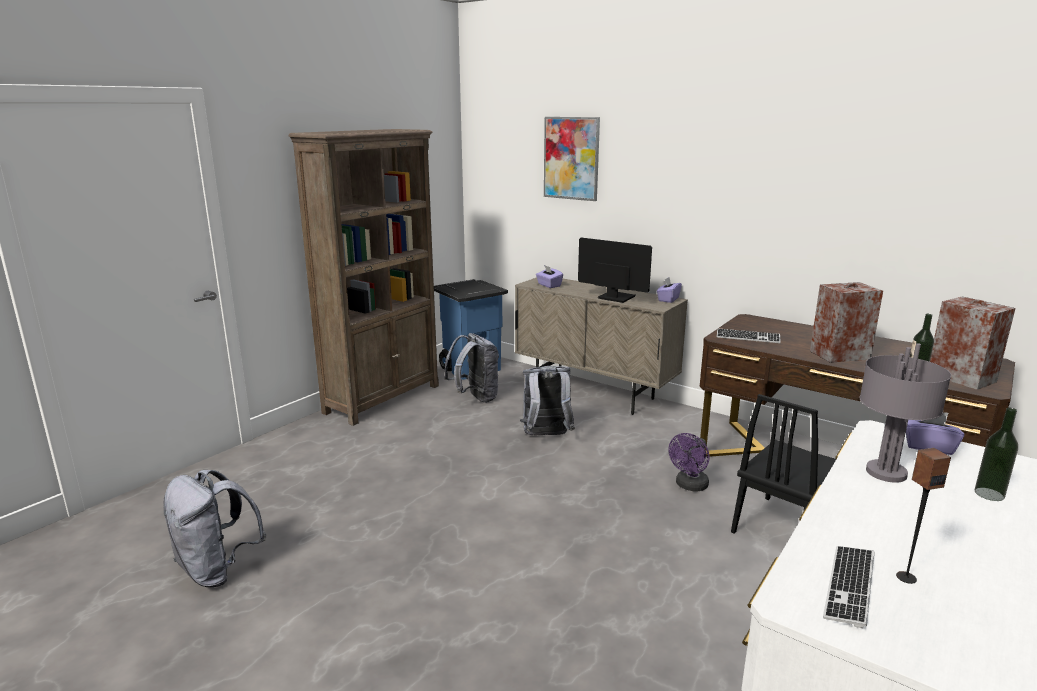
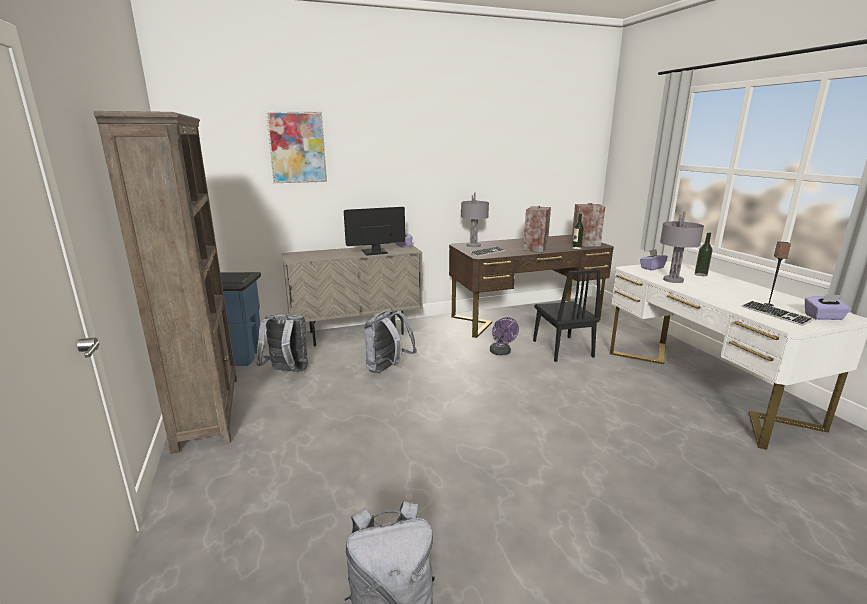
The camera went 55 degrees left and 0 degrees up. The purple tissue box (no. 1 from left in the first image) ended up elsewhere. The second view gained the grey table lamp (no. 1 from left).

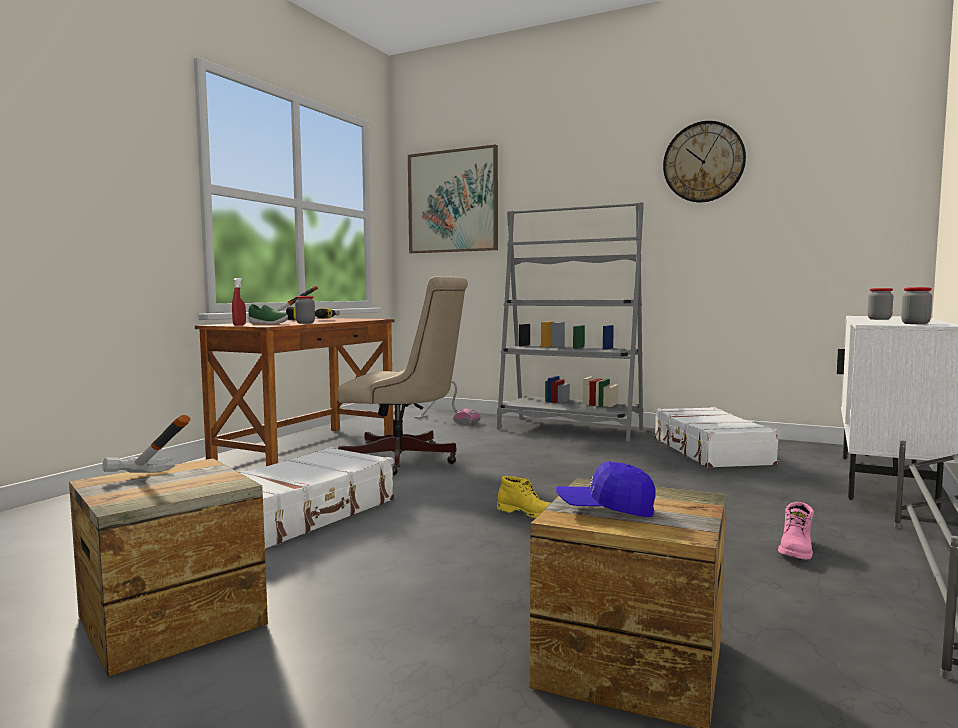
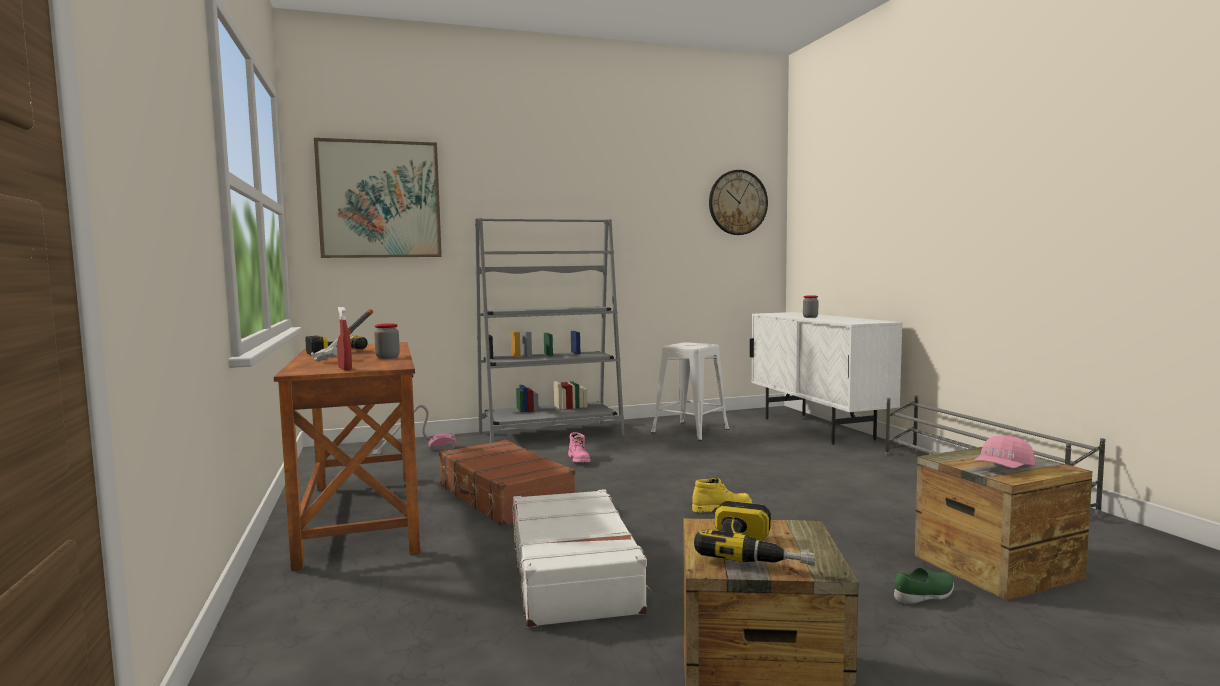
The camera went 45 degrees left and 0 degrees up. The wall clock ended up elsewhere. Where the beige office chair stood, the brown suitcase came to stand. The second view lost the jar (no. 3 from left). The green shoe ended up elsewhere. Where the white suitcase (no. 2 from left) stood, the white stool came to stand. Where the hammer (no. 1 from left) stood, the power drill (no. 2 from left) came to stand. What was the blue cap turned into the pink cap. The pink boot ended up elsewhere.

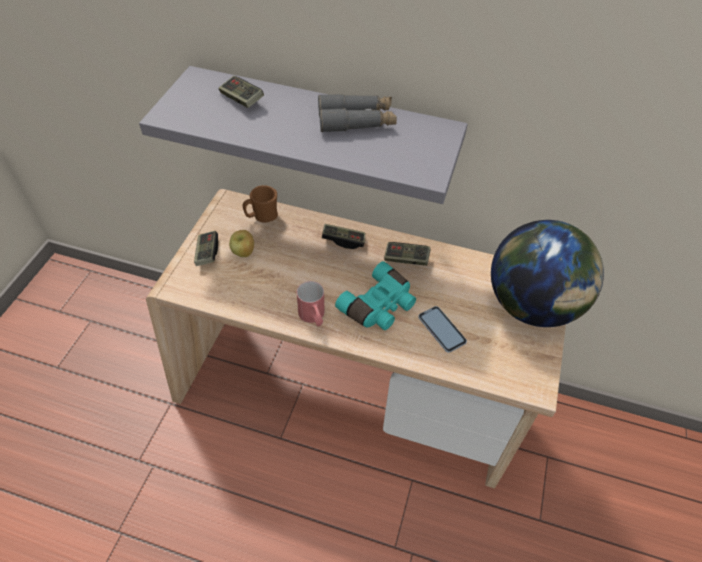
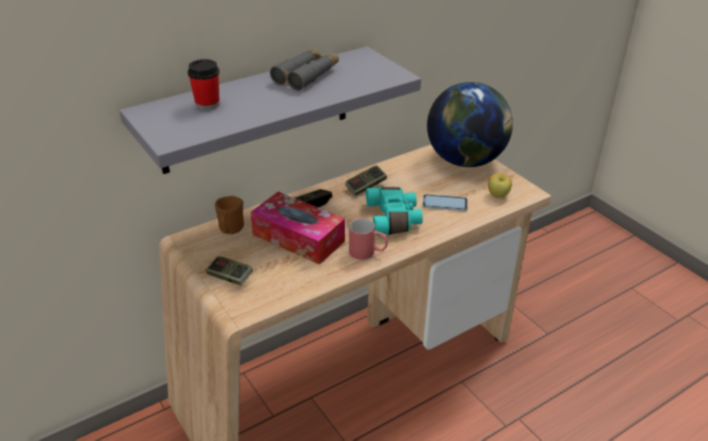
The camera went 50 degrees left and 15 degrees down. Where the game controller (no. 2 from left) stood, the cup came to stand. The apple ended up elsewhere. The second view gained the tissue box.

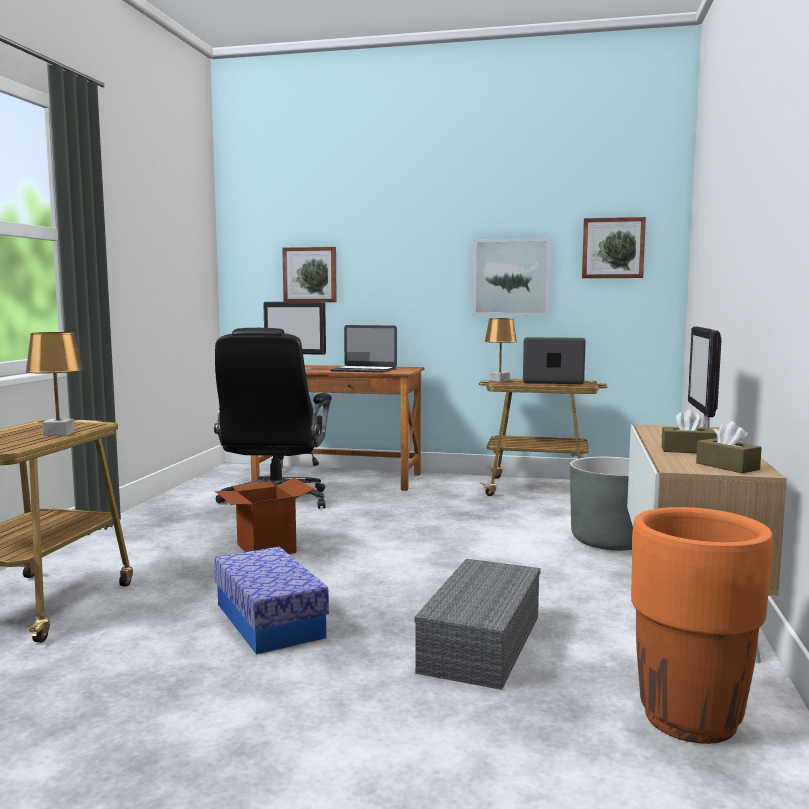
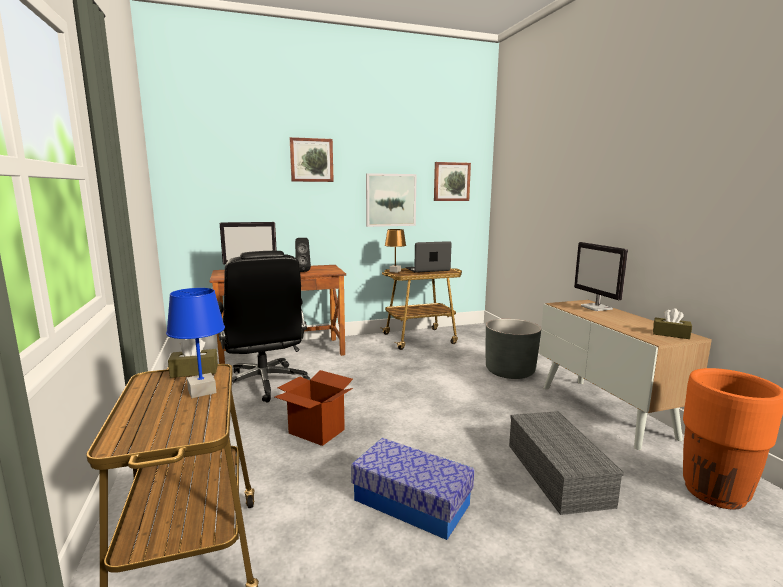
The camera went 30 degrees left and 5 degrees up. The picture (no. 1 from left) ended up elsewhere. Where the laptop (no. 1 from left) stood, the black speaker came to stand. What was the brown table lamp (no. 1 from left) turned into the blue table lamp. The brown tissue box (no. 1 from left) ended up elsewhere.

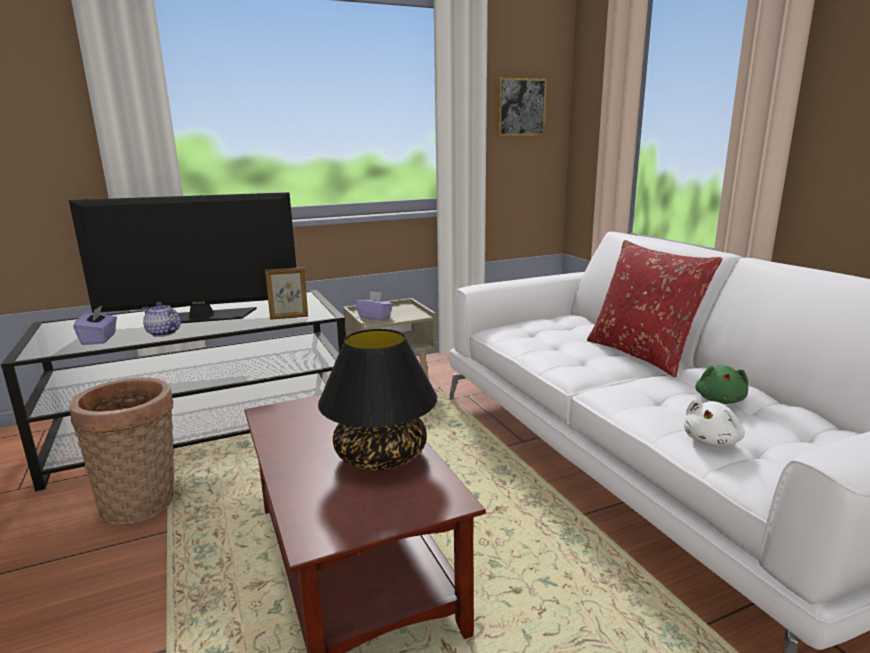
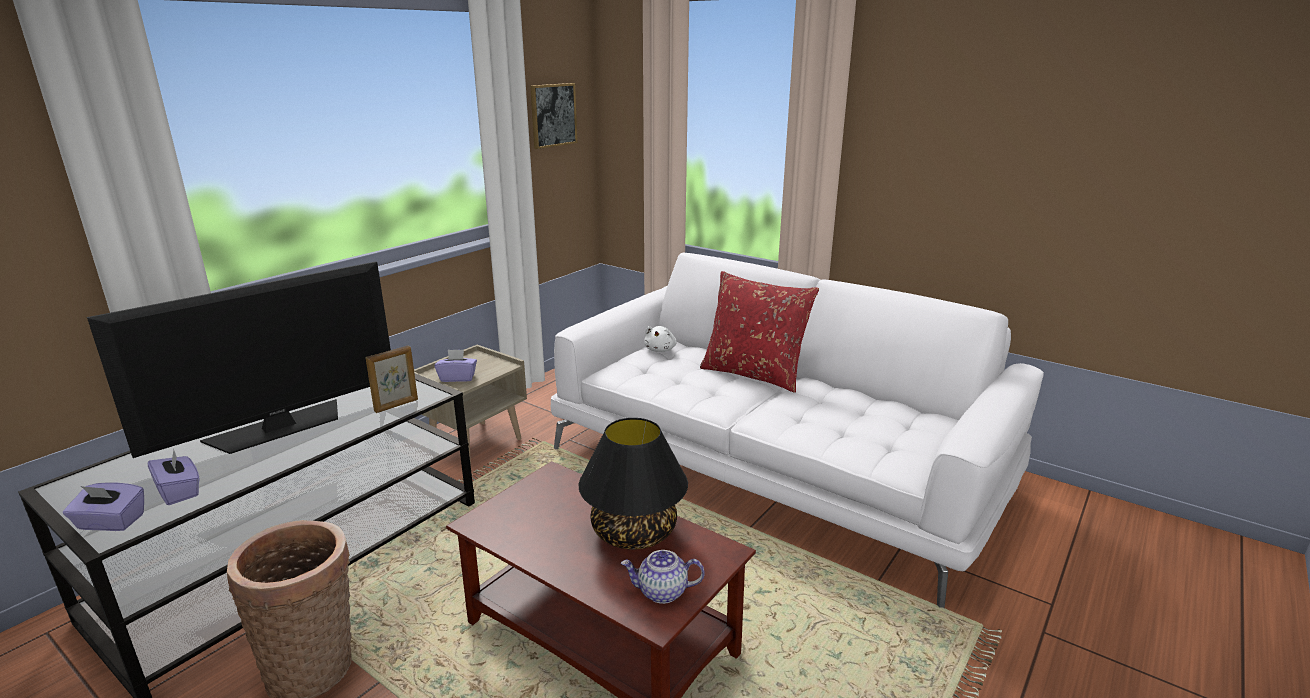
The camera went 30 degrees left and 5 degrees up. The teapot ended up elsewhere. The second view lost the green plush toy. The white plush toy ended up elsewhere. The second view gained the purple tissue box (no. 1 from left).

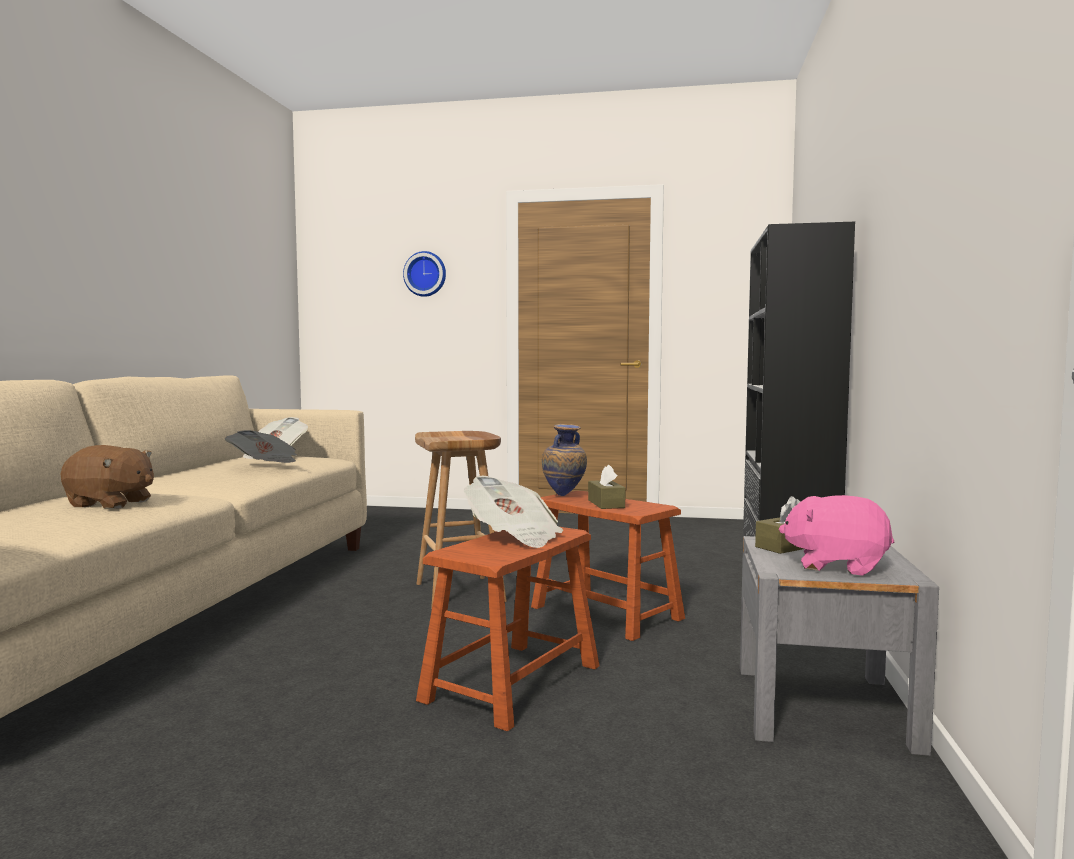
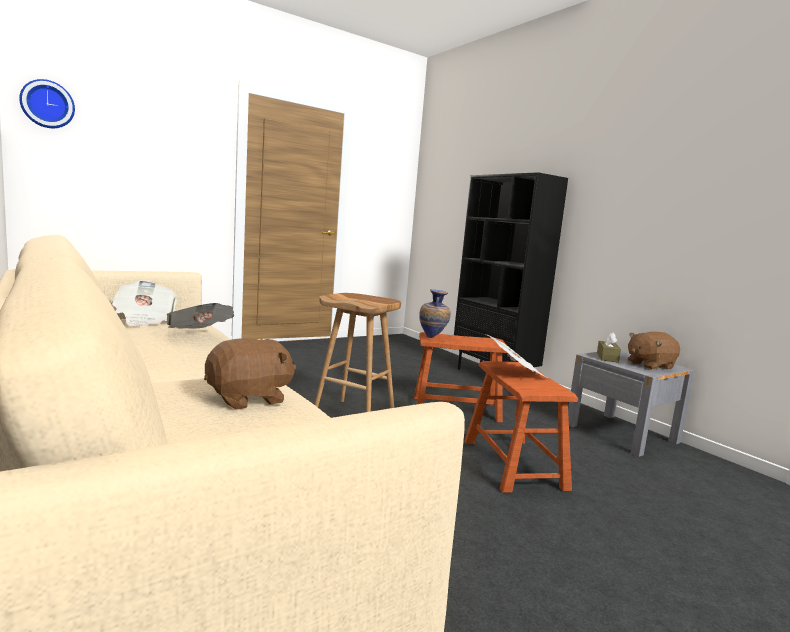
The camera went 45 degrees left and 5 degrees up. The wall clock ended up elsewhere. The second view lost the brown tissue box (no. 1 from left). What was the pink plush toy turned into the brown plush toy (no. 2 from left).

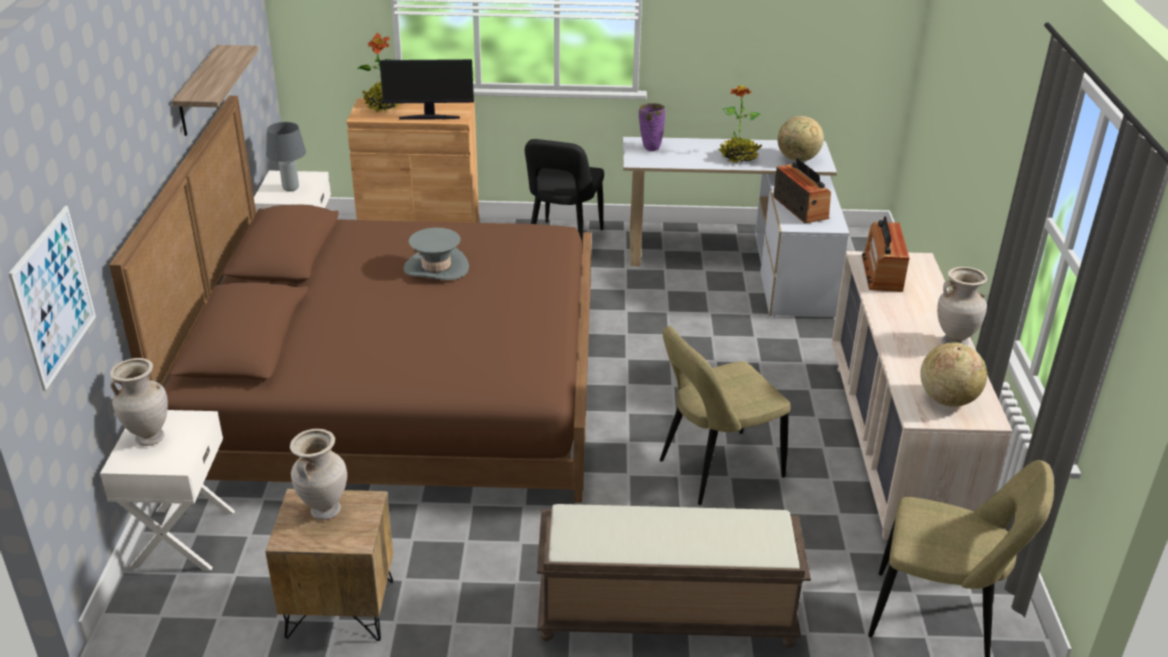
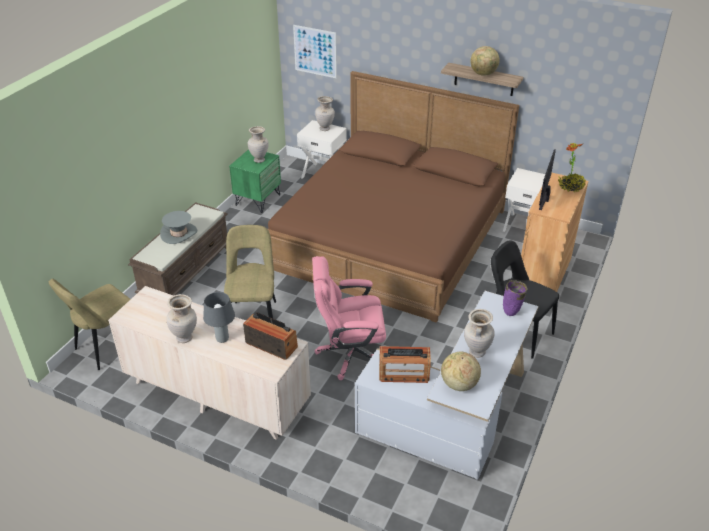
The camera went 115 degrees right and 5 degrees up. Where the potted plant (no. 2 from left) stood, the beige vase (no. 4 from left) came to stand. The grey table lamp ended up elsewhere. The grey hat ended up elsewhere. The globe (no. 2 from left) ended up elsewhere. What was the brown nightstand turned into the green nightstand. The second view gained the pink office chair.

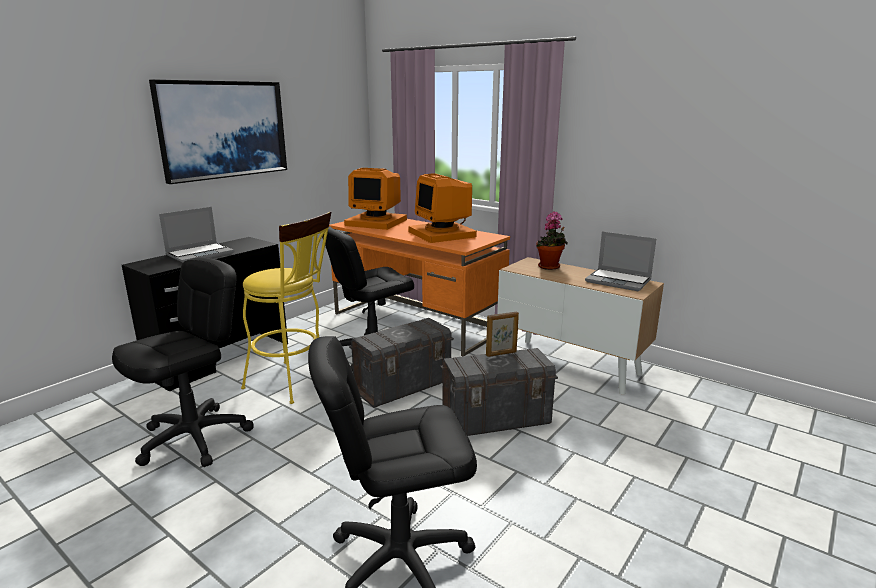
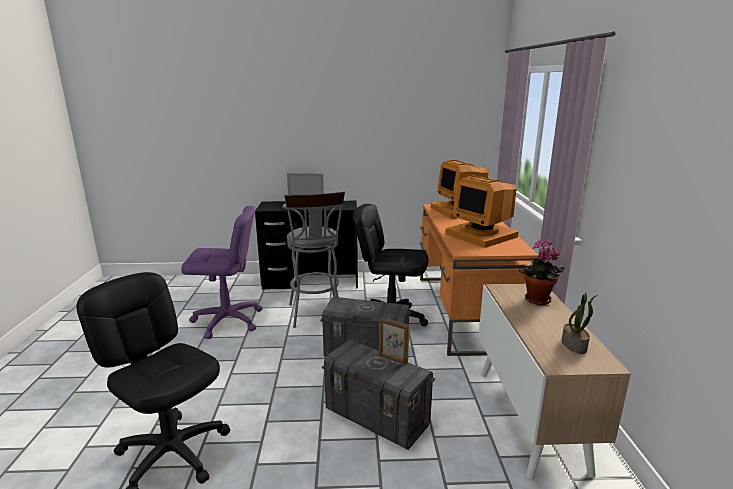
The camera went 50 degrees right and 0 degrees up. The second view lost the picture. The monitor (no. 2 from left) ended up facing another way, 60 degrees counterclockwise from before. What was the yellow stool turned into the grey stool. Where the laptop (no. 2 from left) stood, the potted plant (no. 2 from left) came to stand. What was the black office chair (no. 1 from left) turned into the purple office chair.

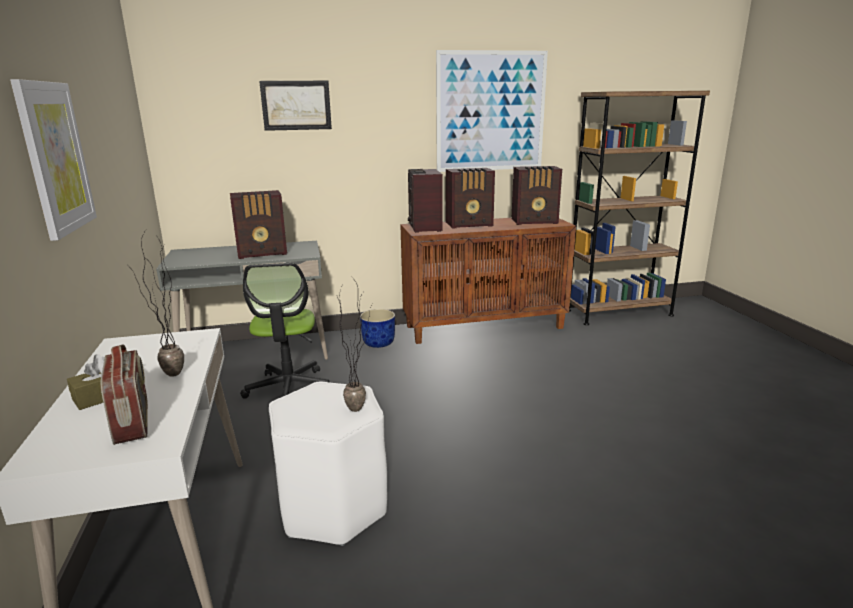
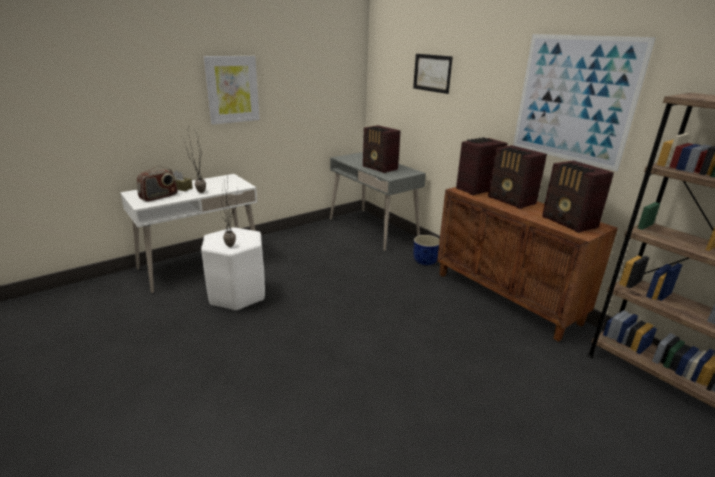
The camera went 65 degrees right and 5 degrees up. The second view lost the office chair.

